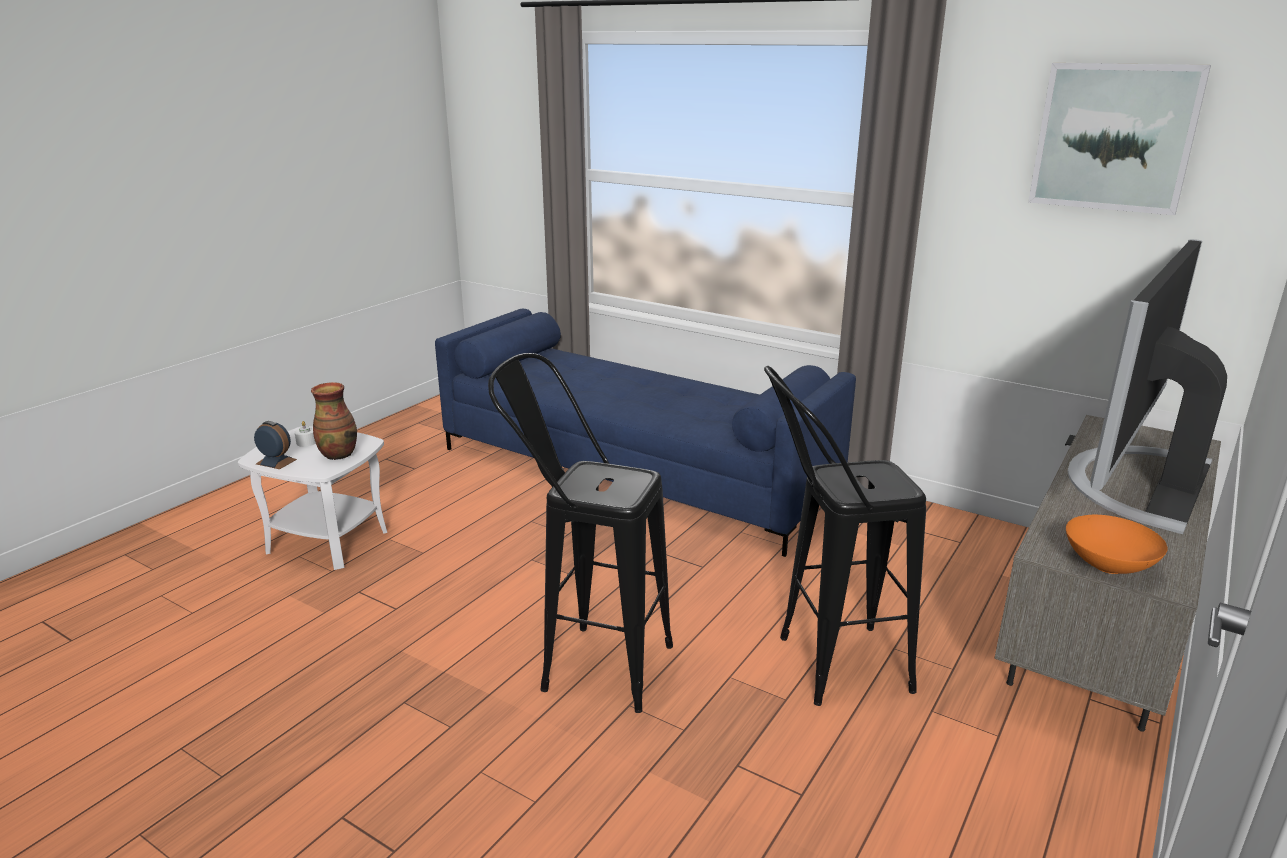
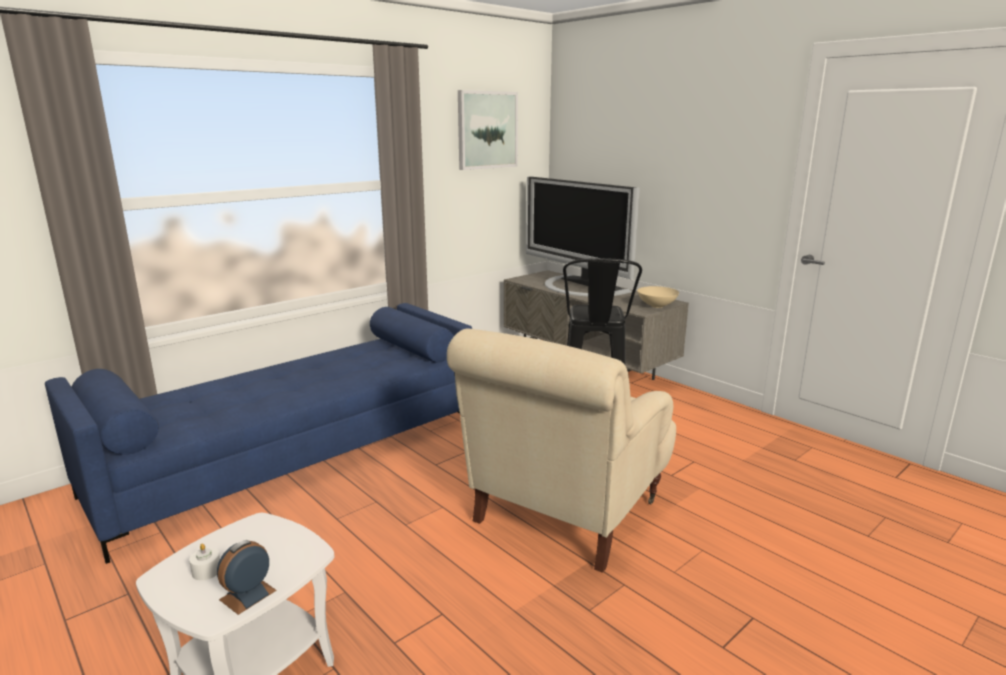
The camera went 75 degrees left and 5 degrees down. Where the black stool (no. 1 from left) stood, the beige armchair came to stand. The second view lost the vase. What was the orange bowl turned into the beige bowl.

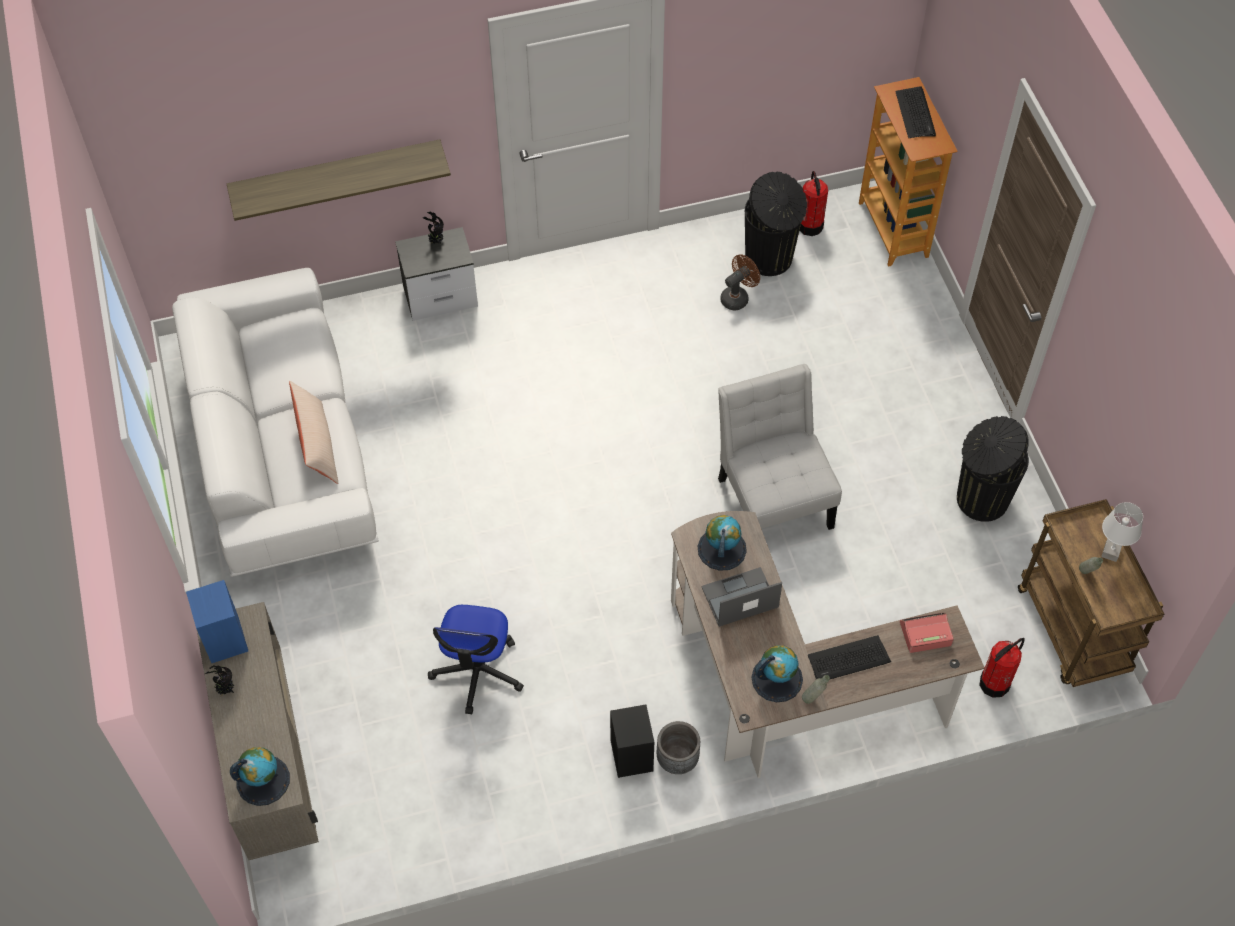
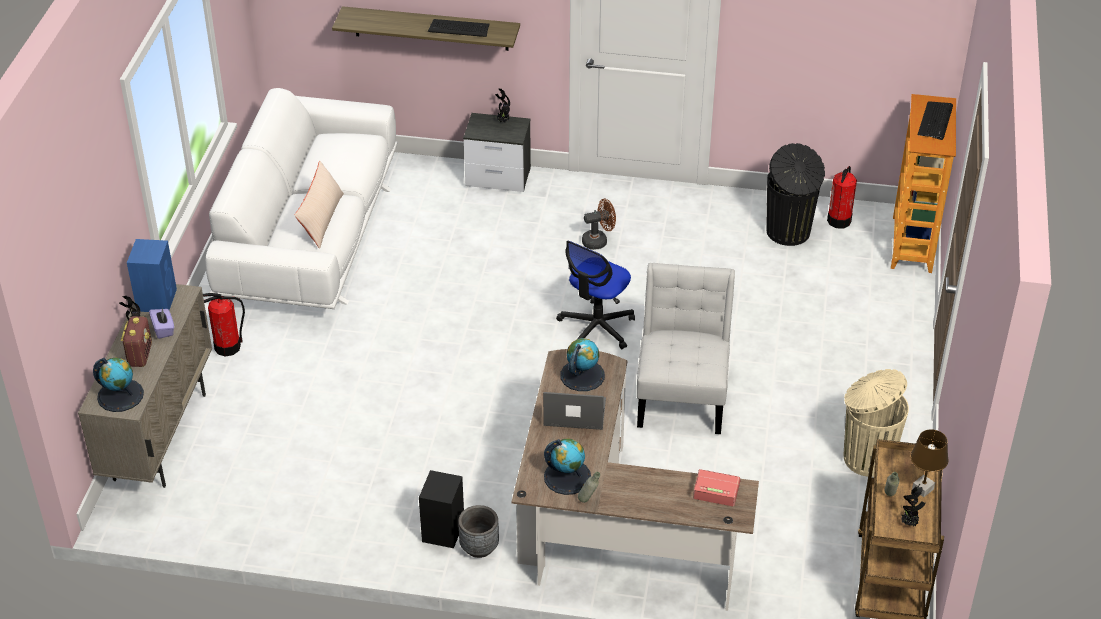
The camera went 25 degrees right and 15 degrees down. The brown fan ended up elsewhere. What was the black trash can (no. 2 from left) turned into the beige trash can. What was the white table lamp turned into the brown table lamp. The office chair ended up elsewhere. The keyboard (no. 1 from left) ended up elsewhere. The fire extinguisher (no. 2 from left in the first image) ended up elsewhere. The second view gained the purple tissue box. The second view gained the radio. The second view gained the potted plant (no. 3 from left).

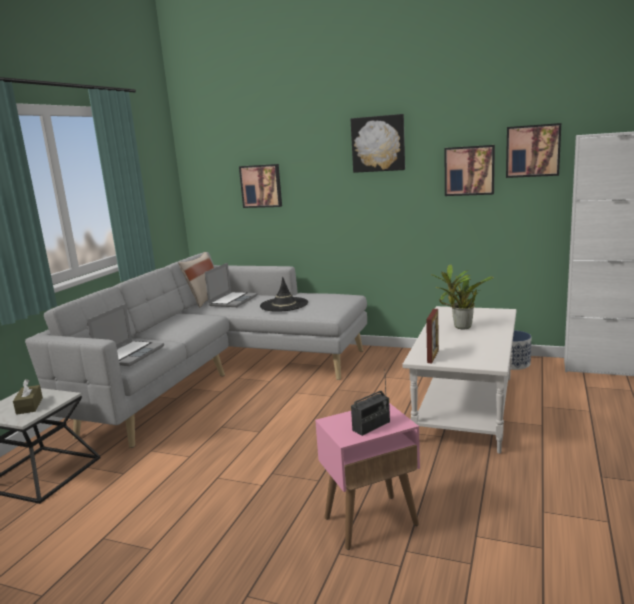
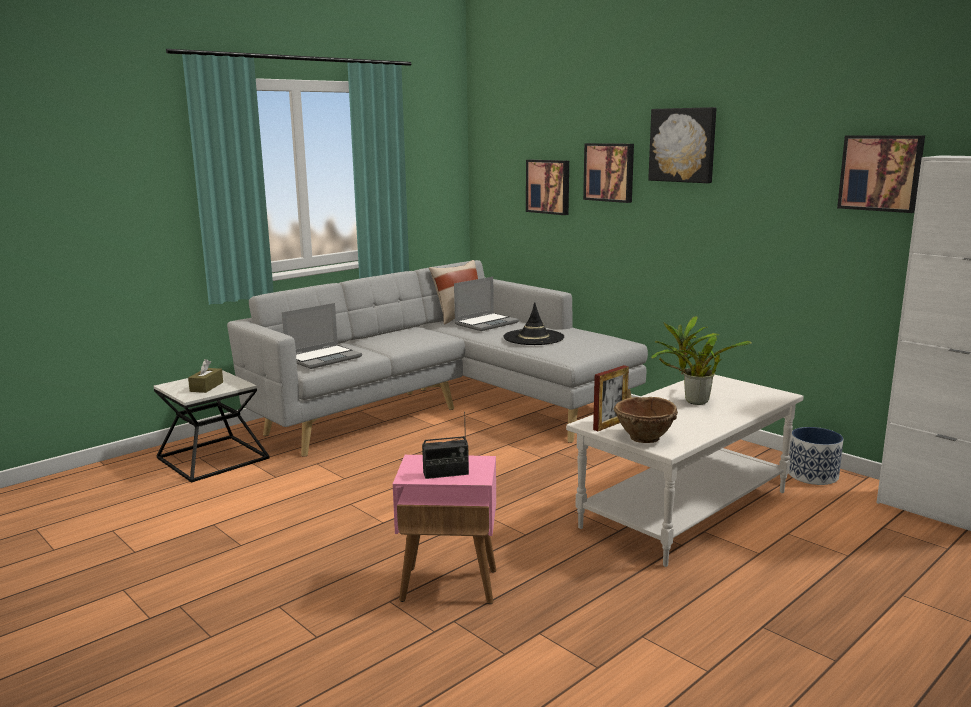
The camera went 25 degrees right and 0 degrees up. The picture (no. 3 from left in the first image) ended up elsewhere. The second view gained the brown bowl.

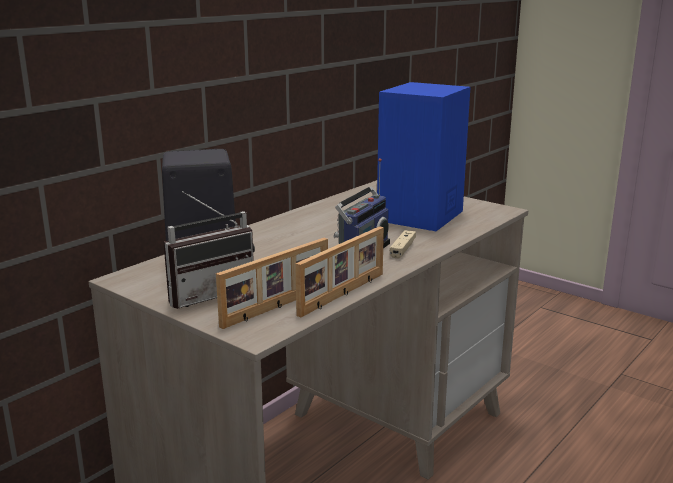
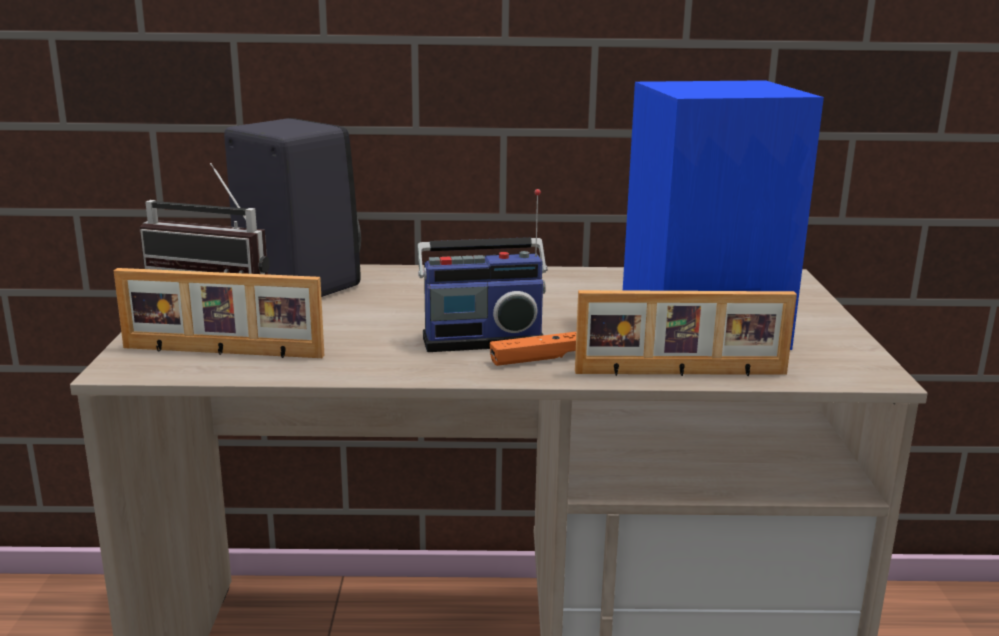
The camera went 50 degrees right and 0 degrees up. The picture frame (no. 2 from left) ended up elsewhere. What was the beige game controller turned into the orange game controller.

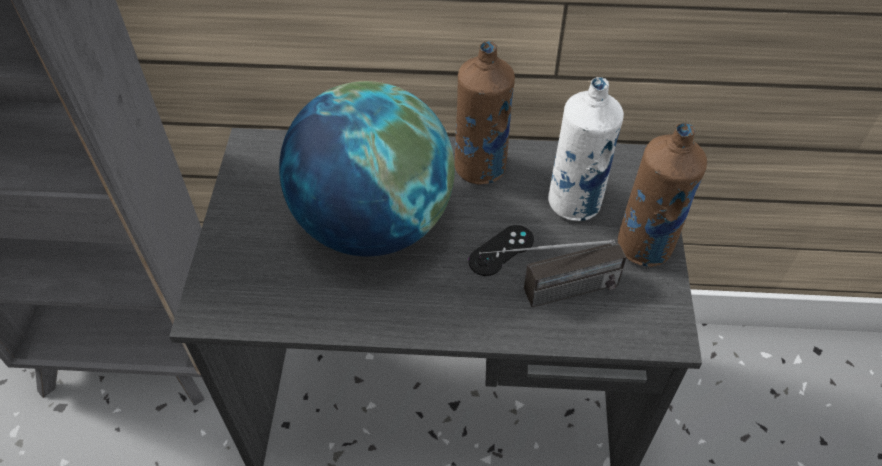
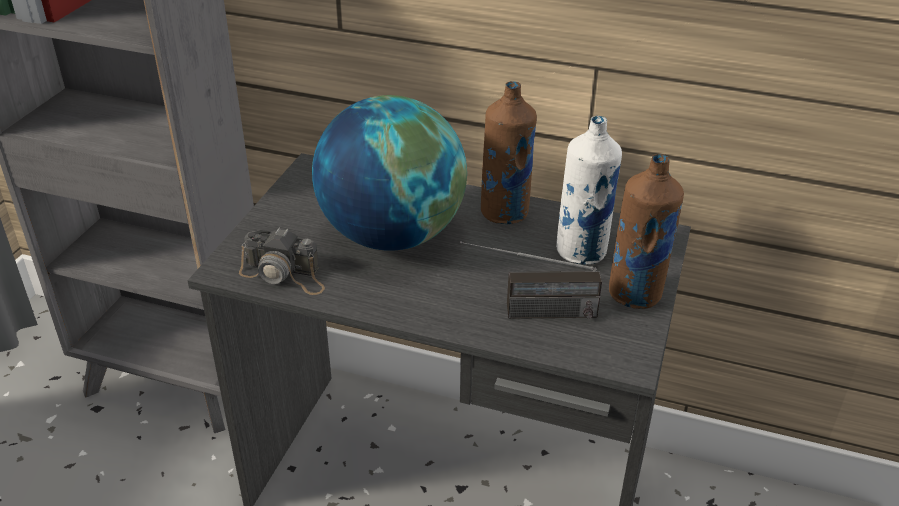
The camera went 15 degrees right and 15 degrees down. The second view lost the black game controller. The second view gained the photo camera.

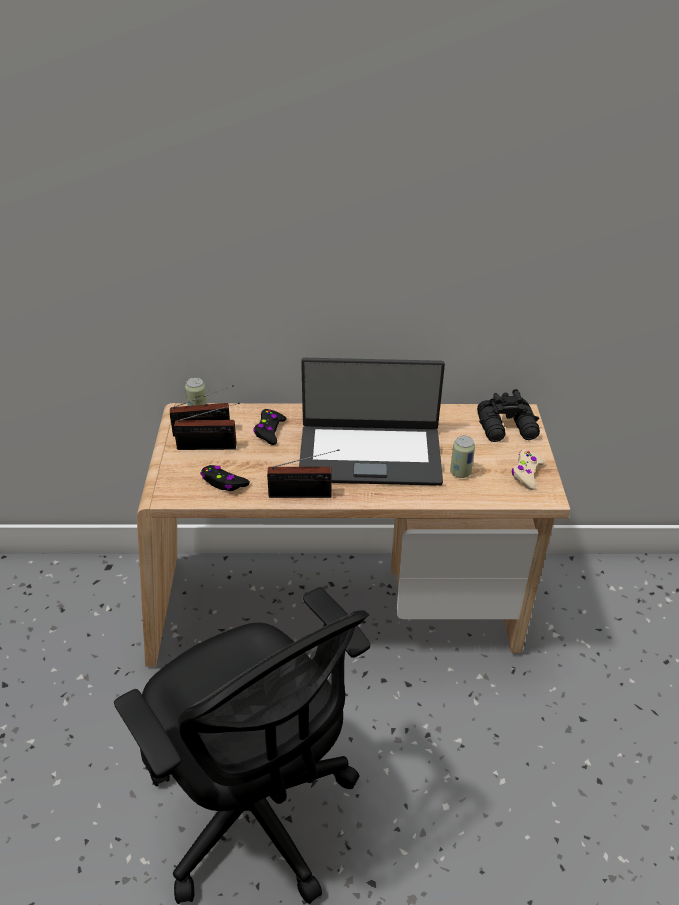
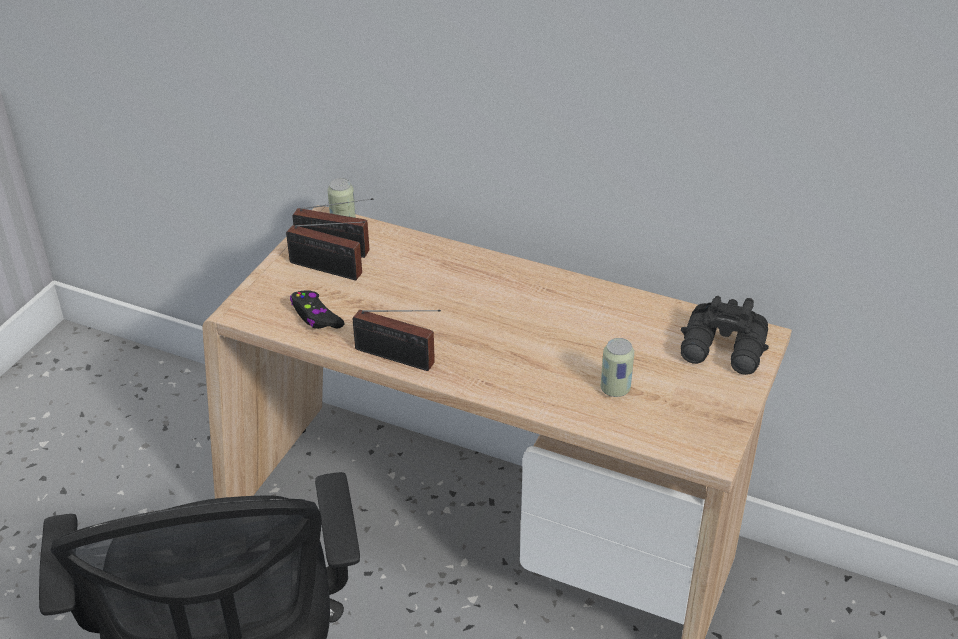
The camera went 25 degrees right and 0 degrees up. The second view lost the laptop. The second view lost the black game controller (no. 2 from left). The second view lost the beige game controller.

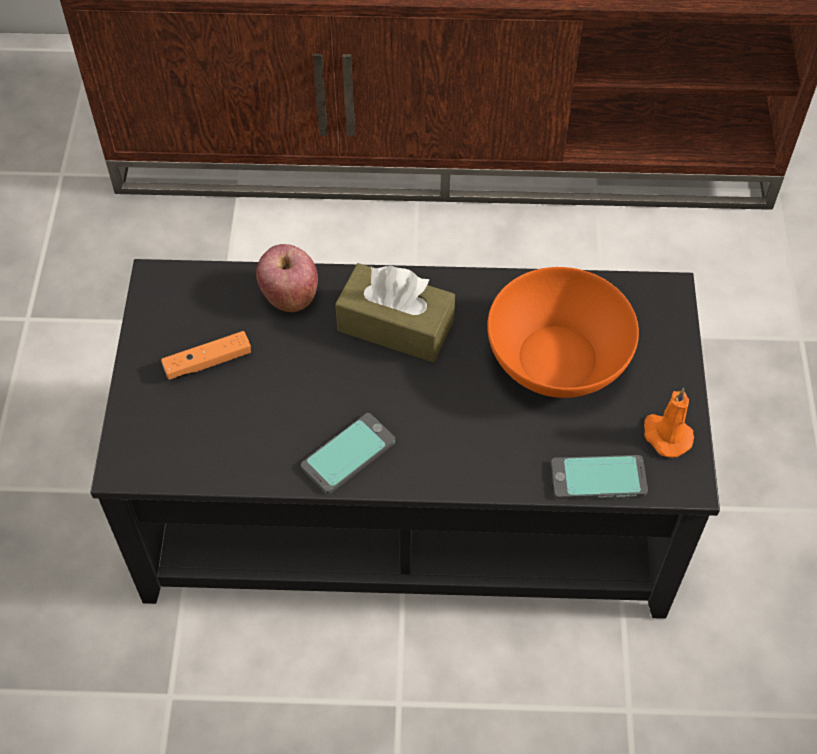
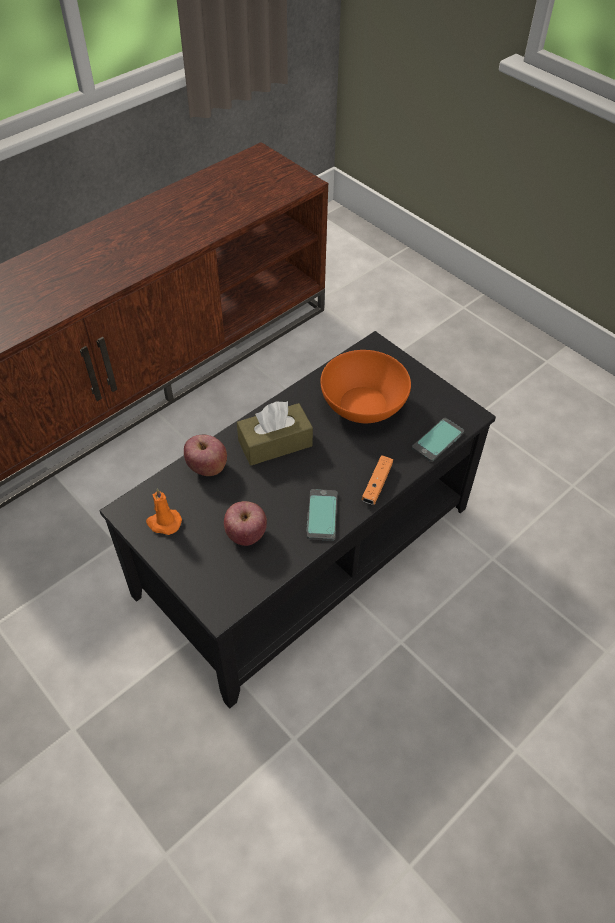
The camera went 45 degrees left and 5 degrees down. The orange game controller ended up elsewhere. The orange candle ended up elsewhere. The second view gained the apple (no. 2 from left).

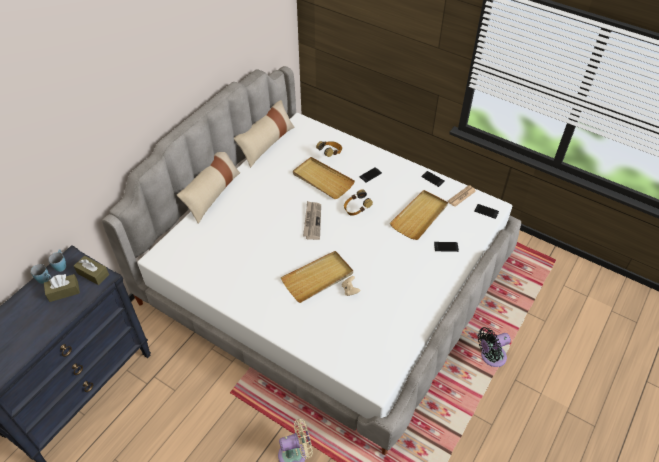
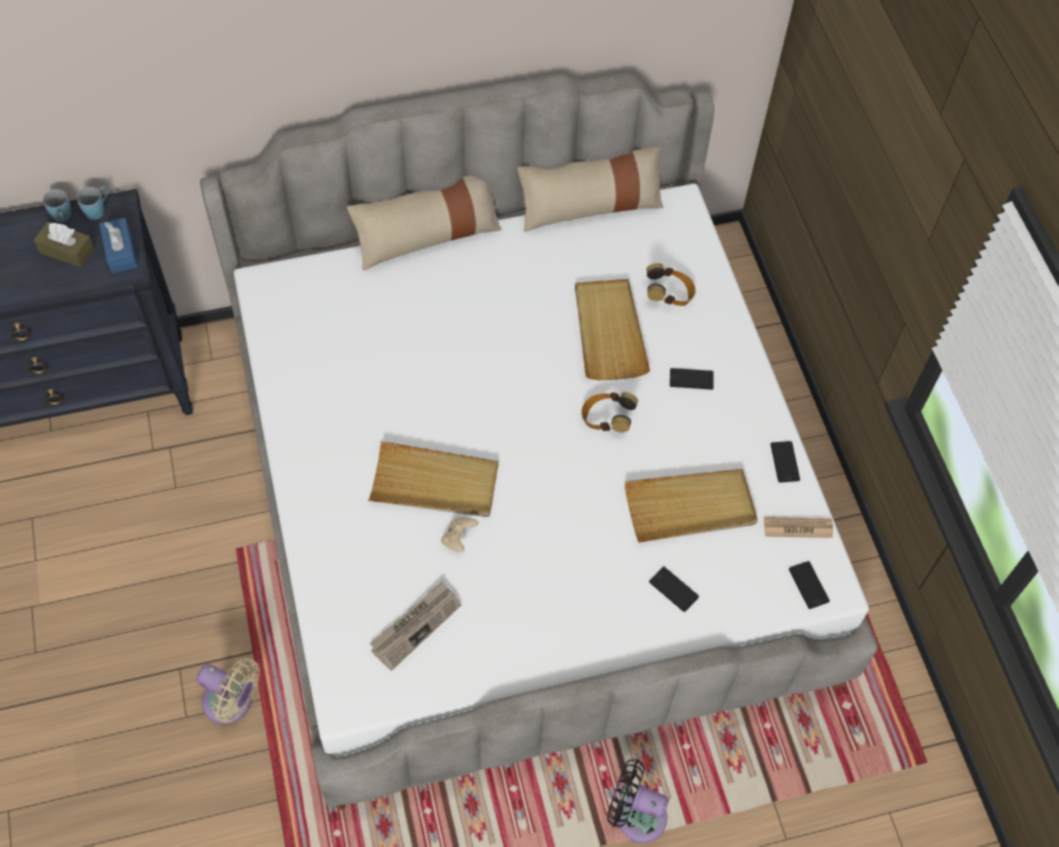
The camera went 40 degrees right and 10 degrees up. The newspaper (no. 1 from left) ended up elsewhere. What was the brown tissue box (no. 2 from left) turned into the blue tissue box.

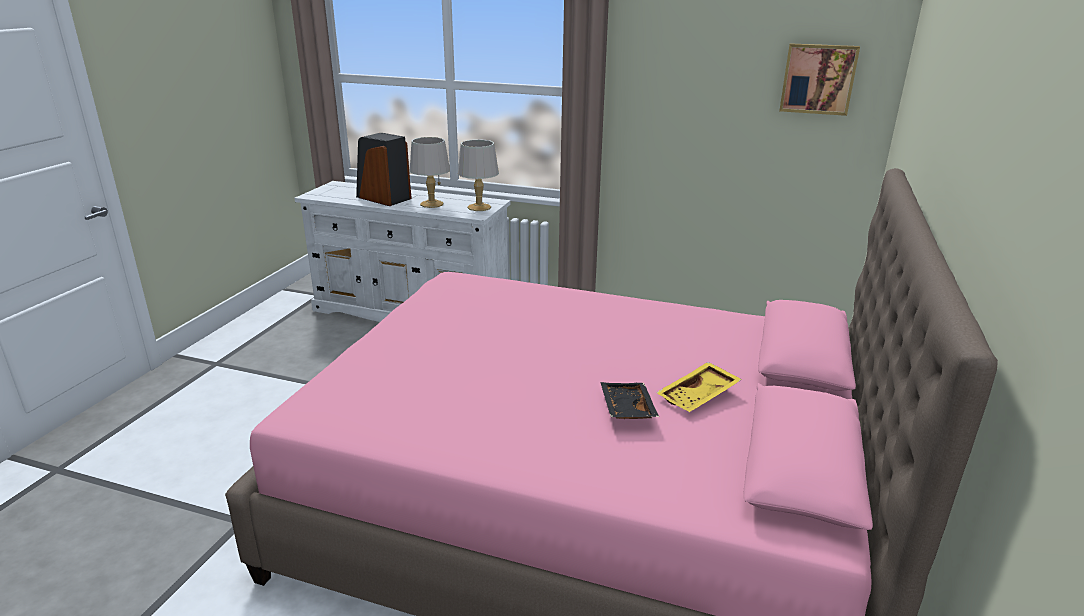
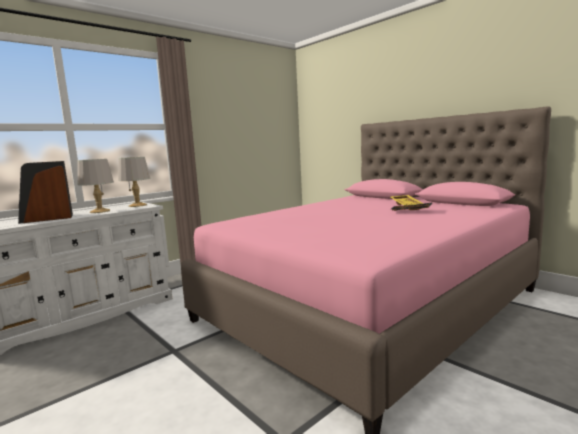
The camera went 60 degrees left and 15 degrees down. The second view lost the picture.

